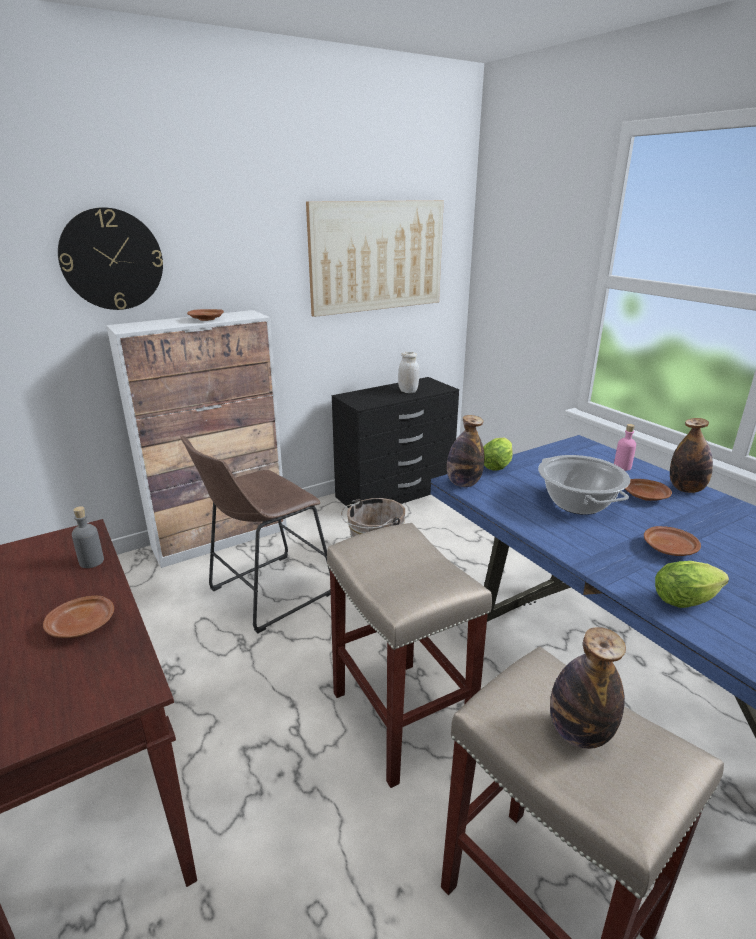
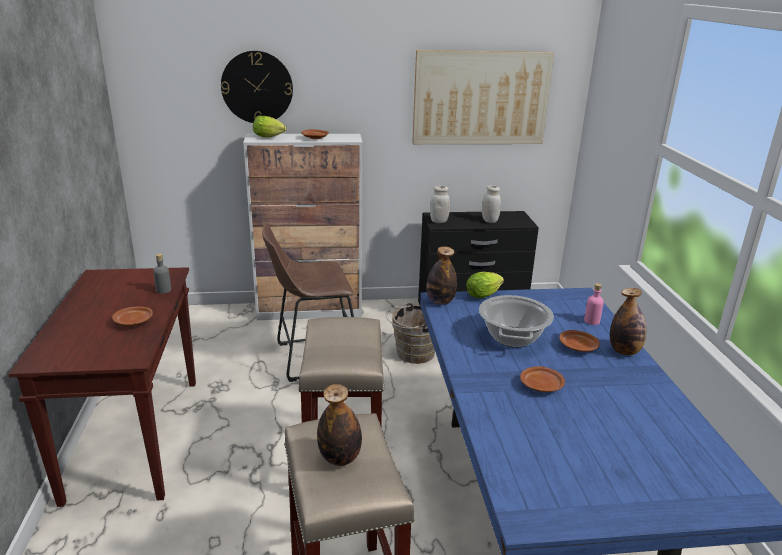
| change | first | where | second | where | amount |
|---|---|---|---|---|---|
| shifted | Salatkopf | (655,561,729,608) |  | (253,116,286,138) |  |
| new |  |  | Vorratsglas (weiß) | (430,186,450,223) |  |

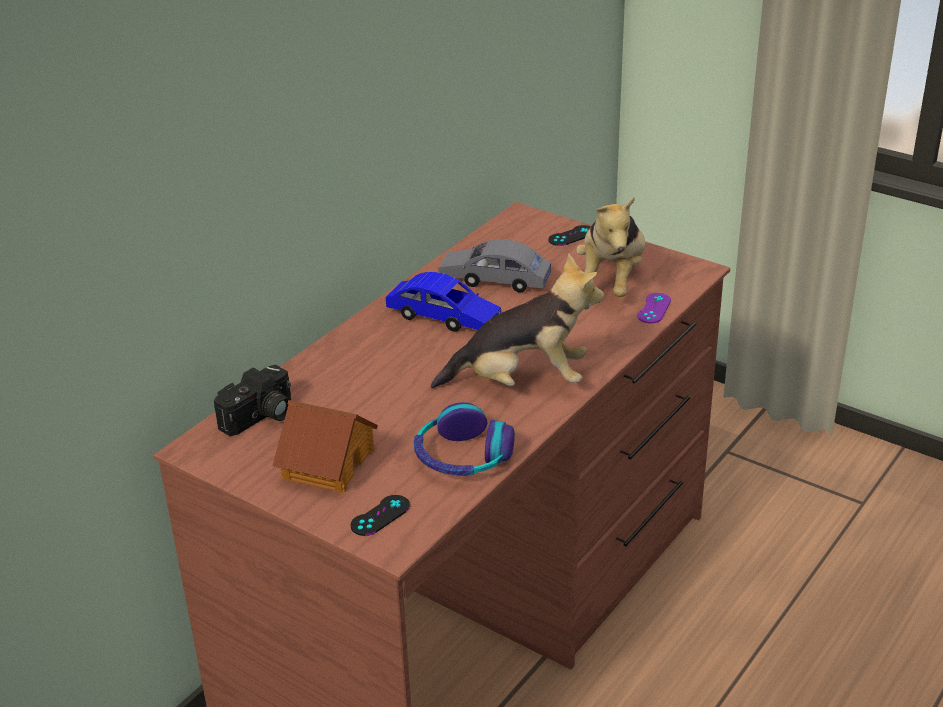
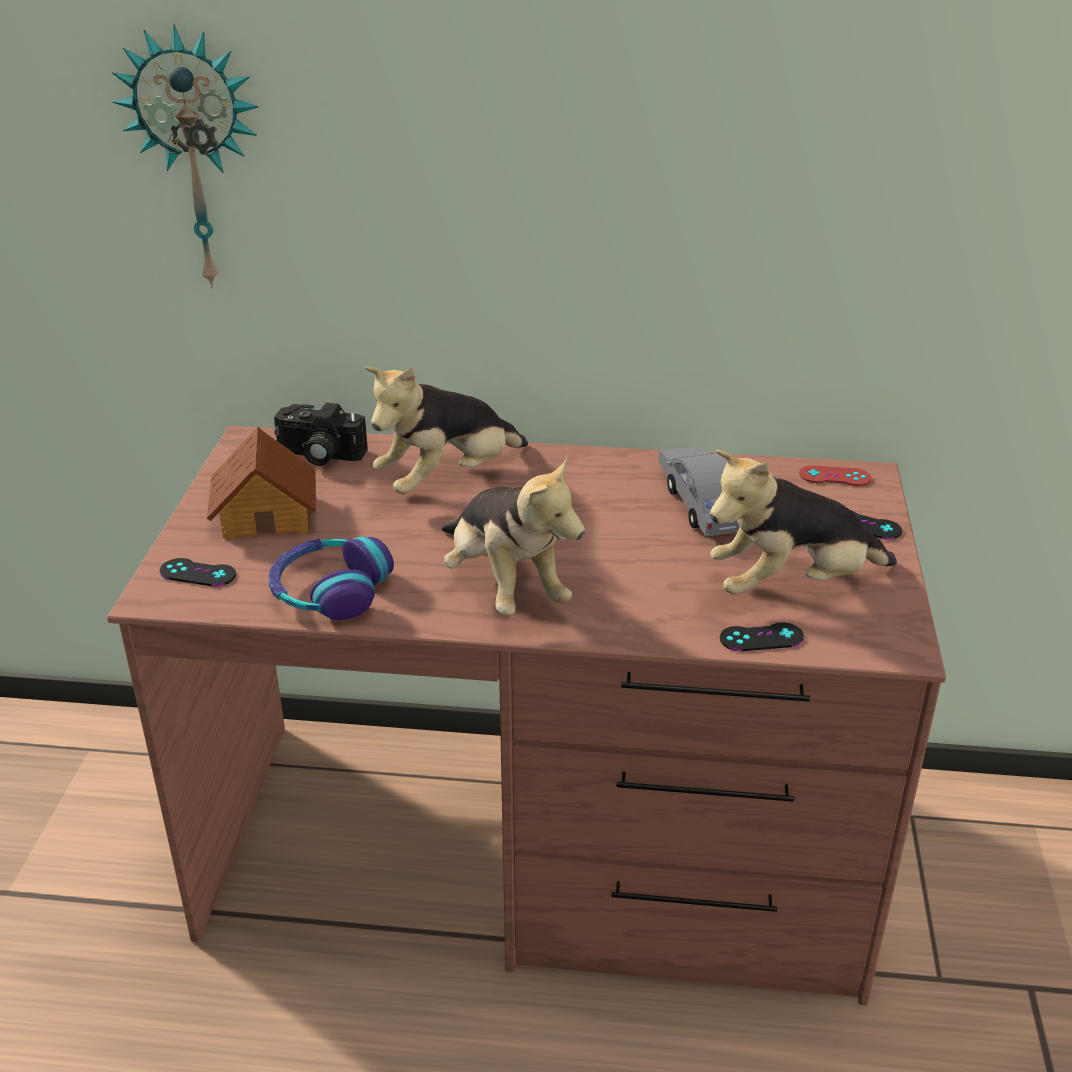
| change | first | where | second | where | amount |
|---|---|---|---|---|---|
| gone | Spielzeugauto (blau) | (386,272,501,332) |  |  |  |
| repainted | Gamepad (lila) | (637,293,671,324) | Gamepad (schwarz) | (720,622,804,651) |  |
| new |  |  | Wanduhr | (112,24,258,289) |  |
| new |  |  | Plüschtier | (364,367,528,494) |  |
| new |  |  | Gamepad (rot) | (799,465,871,486) |  |

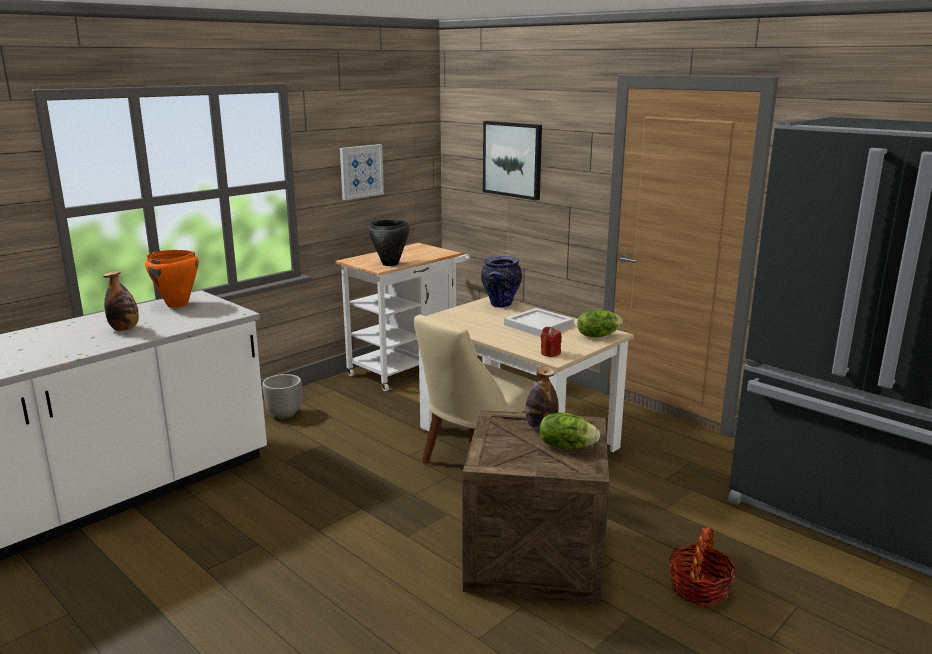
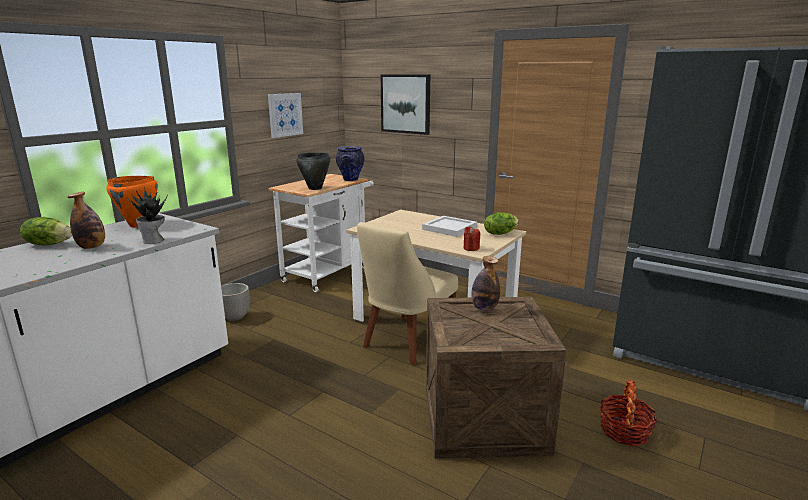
| change | first | where | second | where | amount |
|---|---|---|---|---|---|
| shifted | Vase | (481,256,522,308) |  | (336,146,364,181) |  |
| shifted | Salatkopf | (540,413,600,449) |  | (20,217,72,245) |  |
| new |  |  | Topfpflanze | (128,187,167,244) |  |

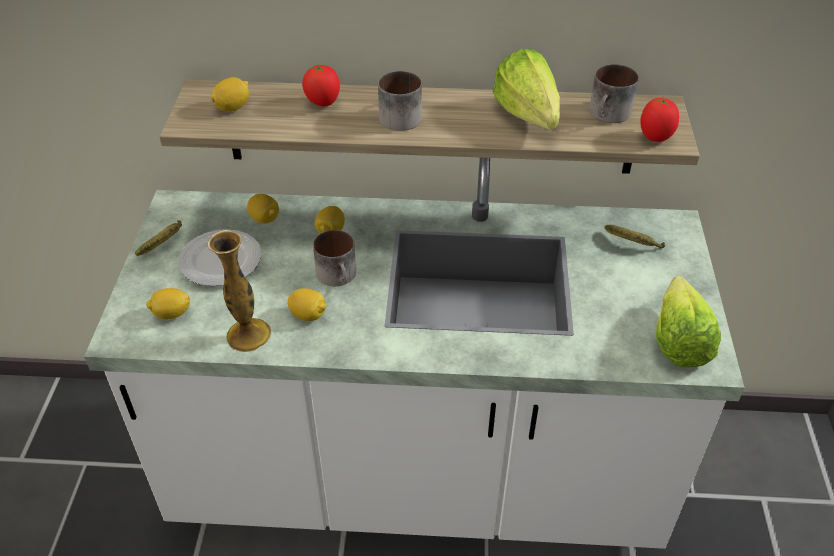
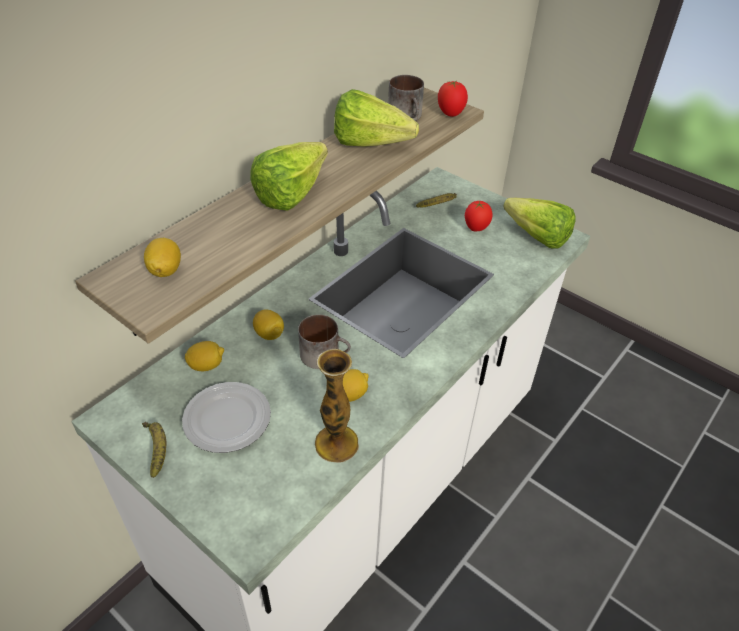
| change | first | where | second | where | amount |
|---|---|---|---|---|---|
| gone | Zitrone | (146,288,190,319) |  |  |  |
| shifted | Tomate | (302,65,340,106) |  | (465,201,492,231) |  |
| swapped | Henkelbecher | (378,71,422,131) | Salatkopf | (250,142,328,211) |  |

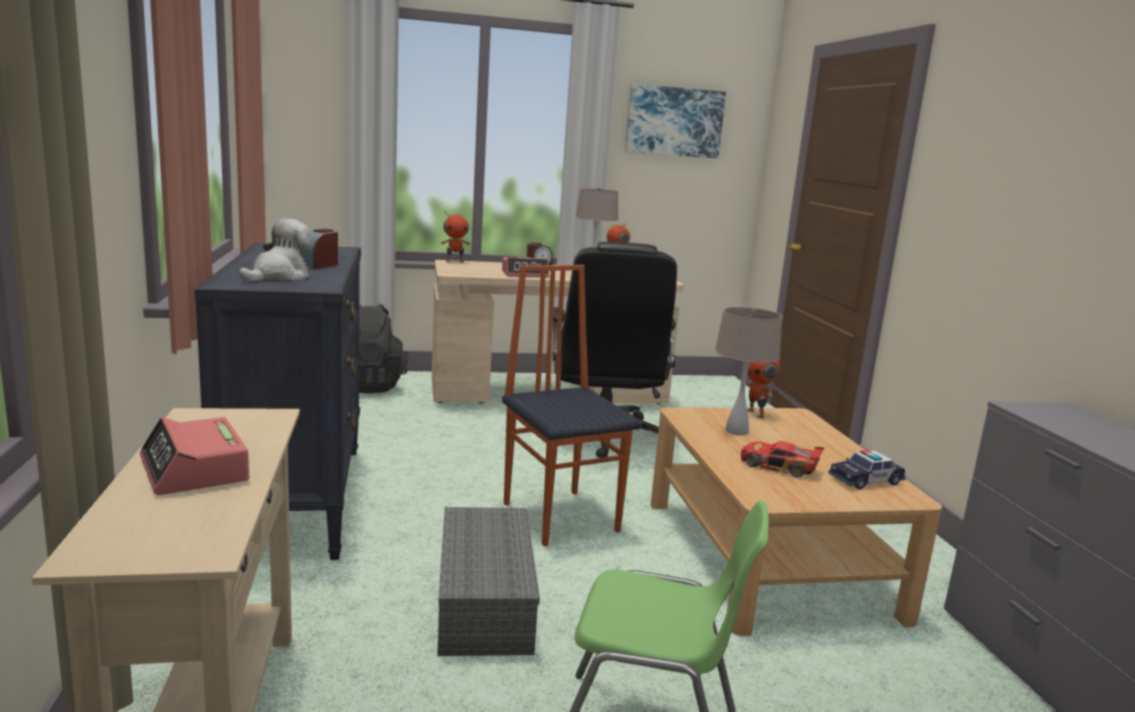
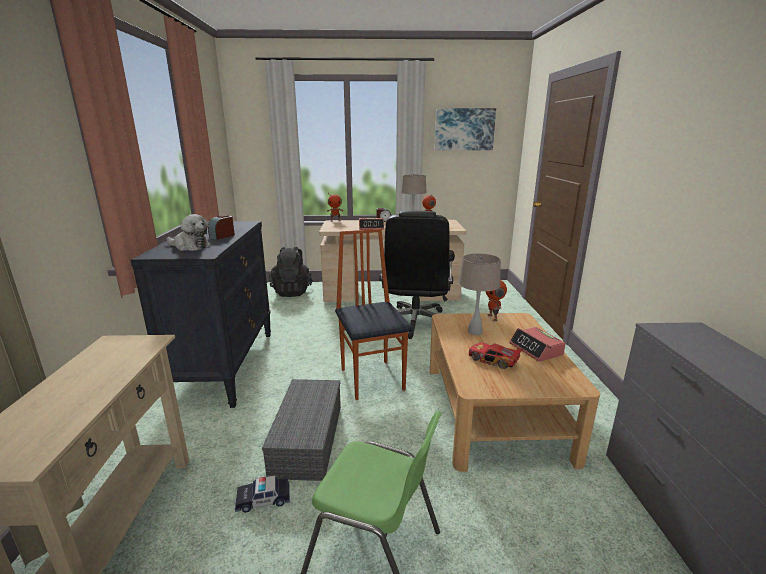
| change | first | where | second | where | amount |
|---|---|---|---|---|---|
| shifted | Wecker | (140,417,249,495) |  | (509,327,566,362) |  |
| rotated | Plüschtier | (239,219,311,281) |  | (166,214,210,251) | 75 degrees clockwise |
| shifted | Spielzeugauto | (828,450,906,489) |  | (235,475,290,513) |  |

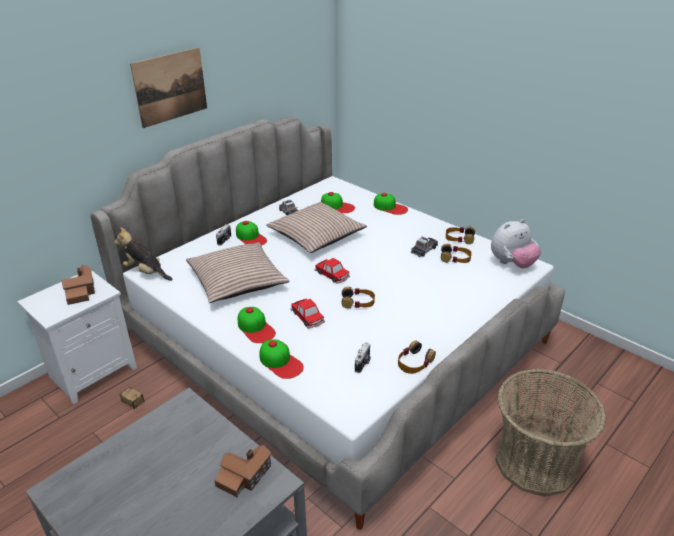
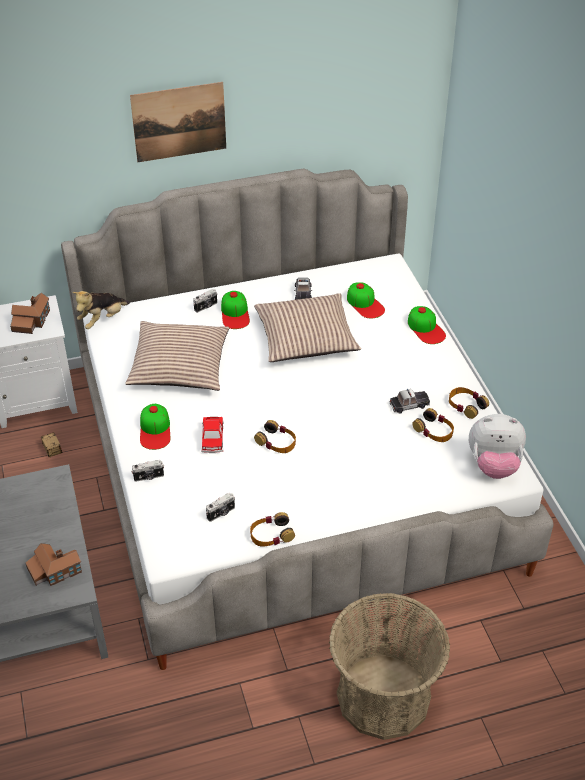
| change | first | where | second | where | amount |
|---|---|---|---|---|---|
| rotated | Plüschtier | (114,227,172,281) |  | (72,291,130,329) | 105 degrees counterclockwise |
| swapped | Kappe | (260,339,304,379) | Kamera | (131,460,164,482) |  |
| gone | Spielzeugauto | (315,258,350,284) |  |  |  |

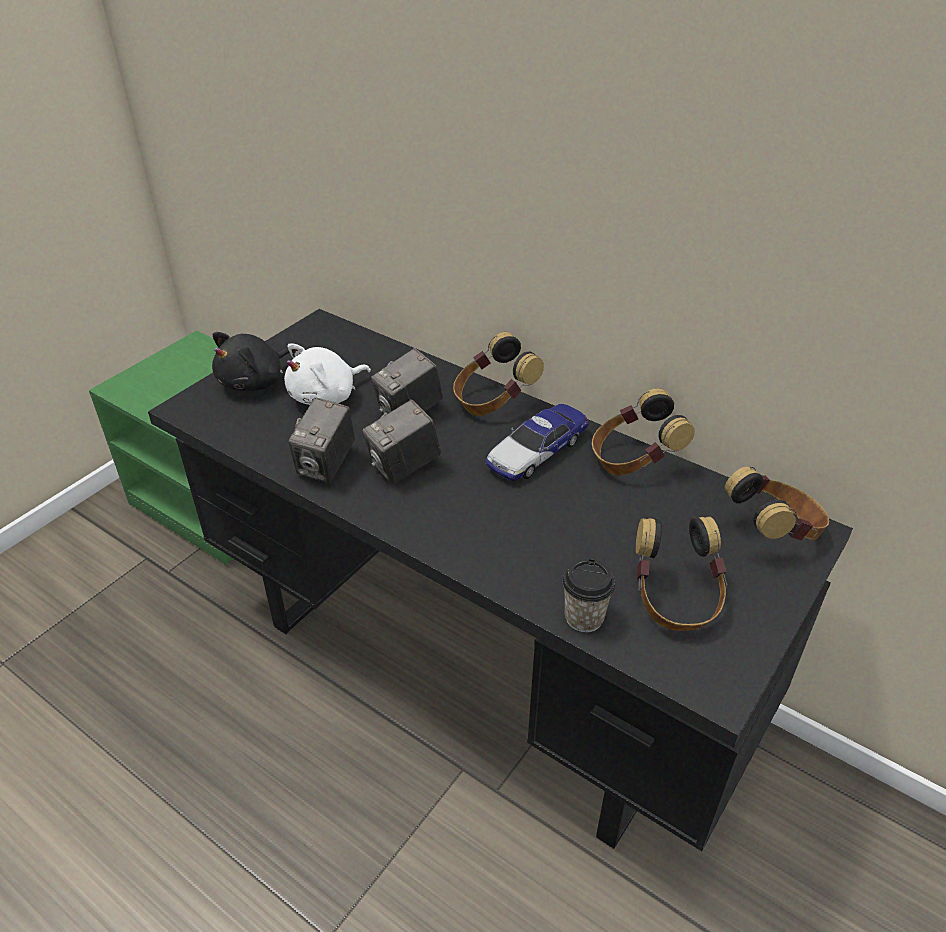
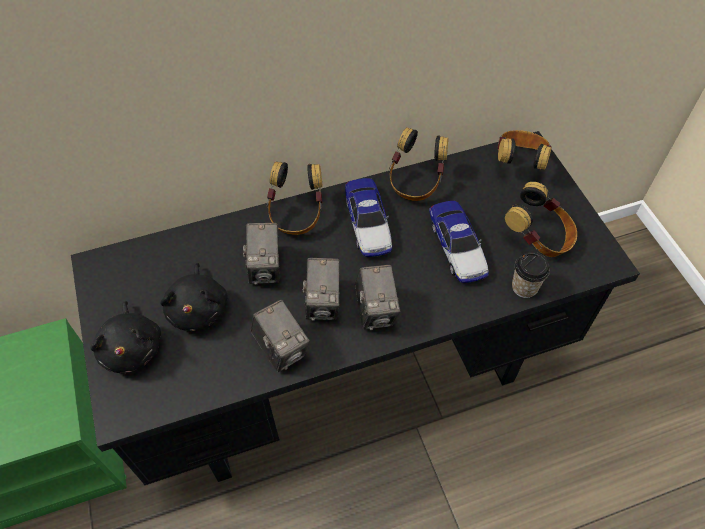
| change | first | where | second | where | amount |
|---|---|---|---|---|---|
| repainted | Plüschtier (weiß) | (284,343,371,405) | Plüschtier (schwarz) | (161,263,228,332) |  |
| new |  |  | Kamera | (355,265,400,330) |  |
| new |  |  | Spielzeugauto | (429,201,489,283) |  |

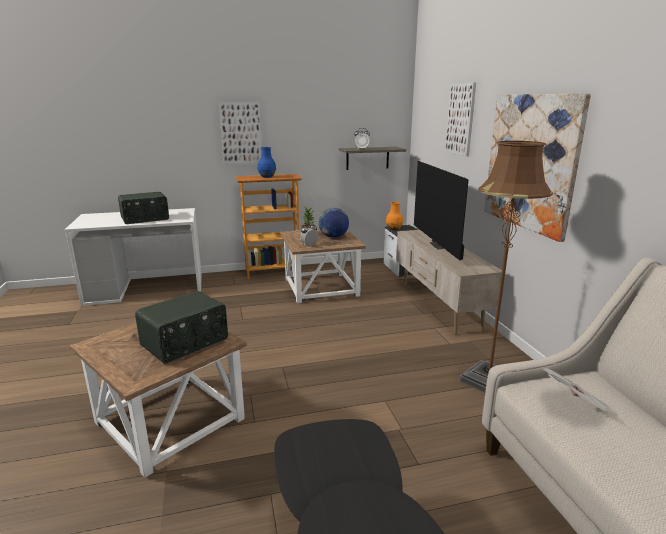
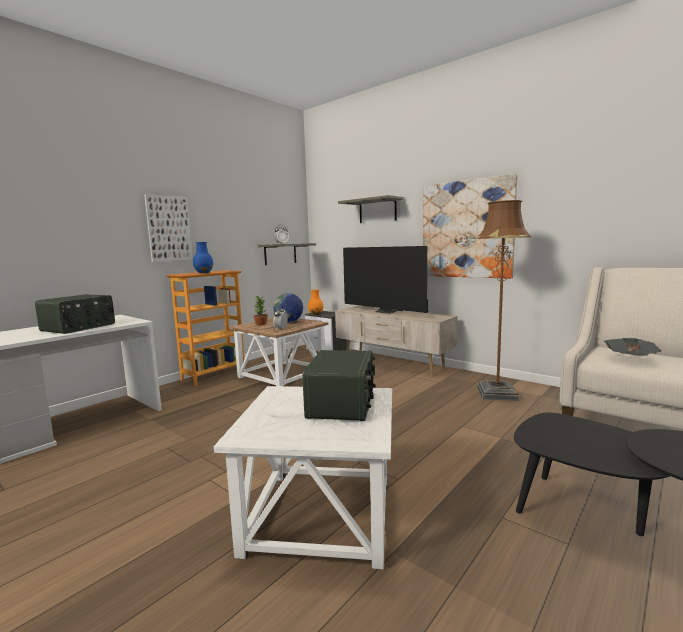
| change | first | where | second | where | amount |
|---|---|---|---|---|---|
| repainted | Beistelltisch (braun) | (70,323,247,478) | Beistelltisch (weiß) | (214,386,392,570) |  |
| swapped | Bild | (445,83,476,157) | Wandregal | (338,195,404,223) |  |

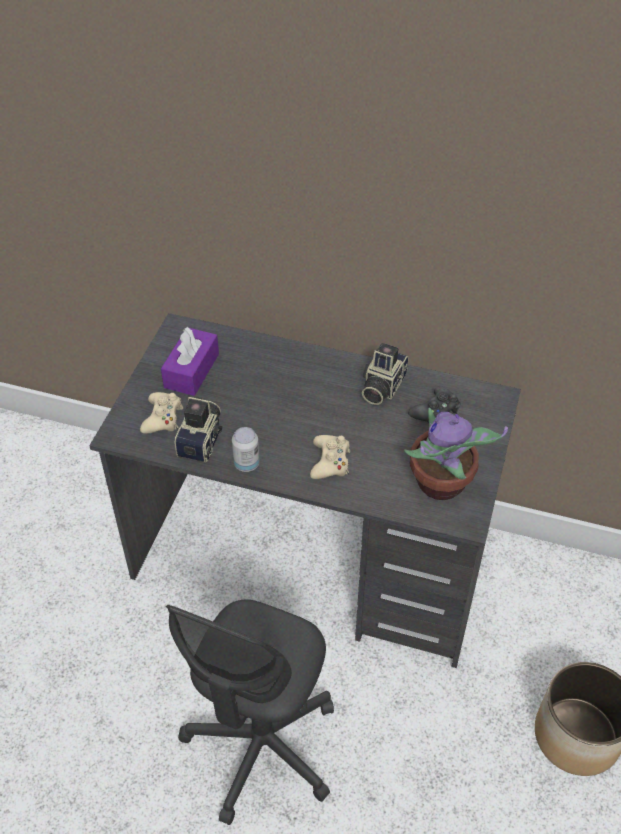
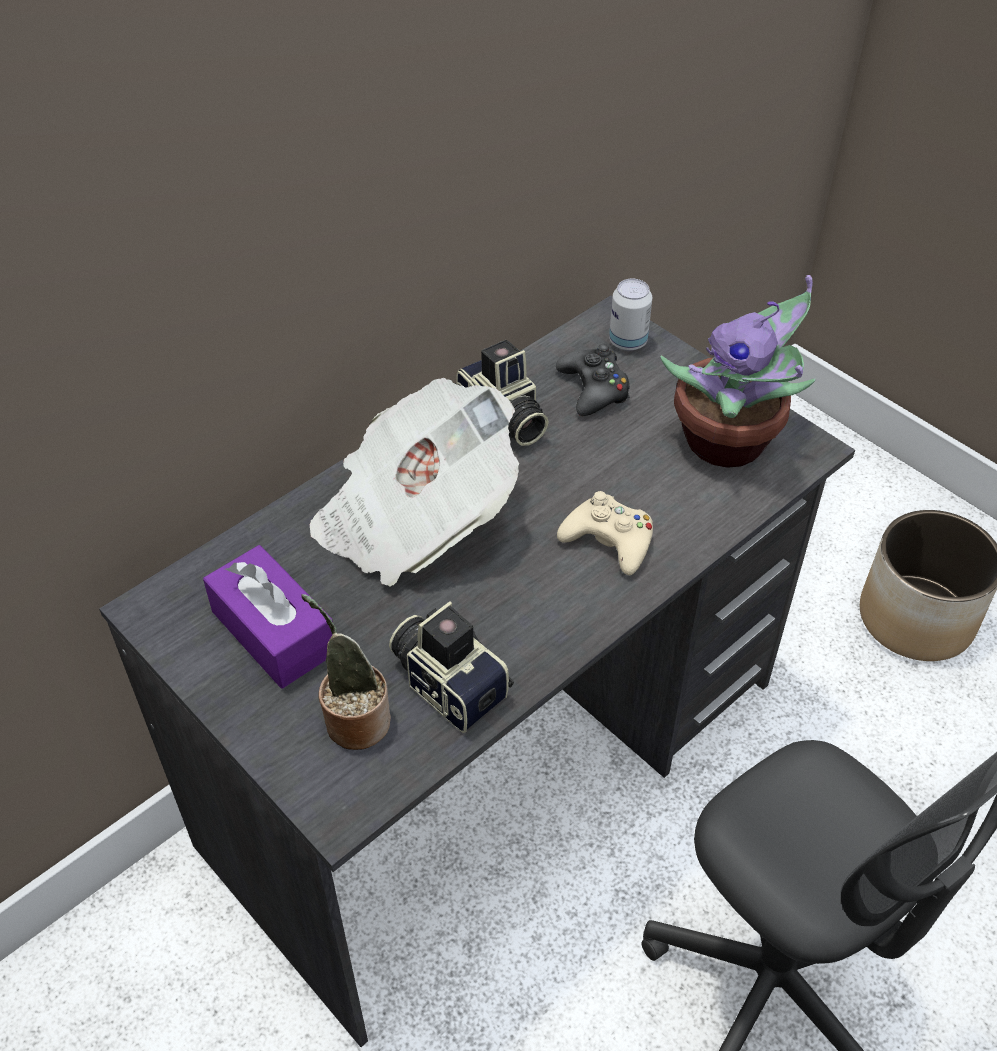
| change | first | where | second | where | amount |
|---|---|---|---|---|---|
| swapped | Gamepad (beige) | (140,392,183,434) | Topfpflanze | (301,594,391,750) |  |
| shifted | Dose | (232,427,260,472) |  | (609,279,652,351) |  |
| new |  |  | Zeitung | (310,378,519,587) |  |

